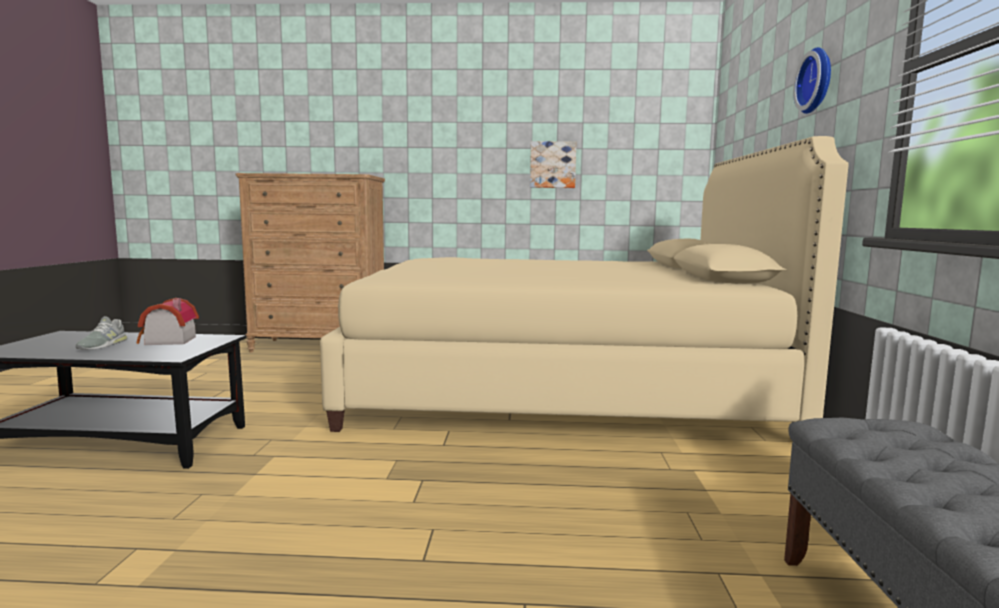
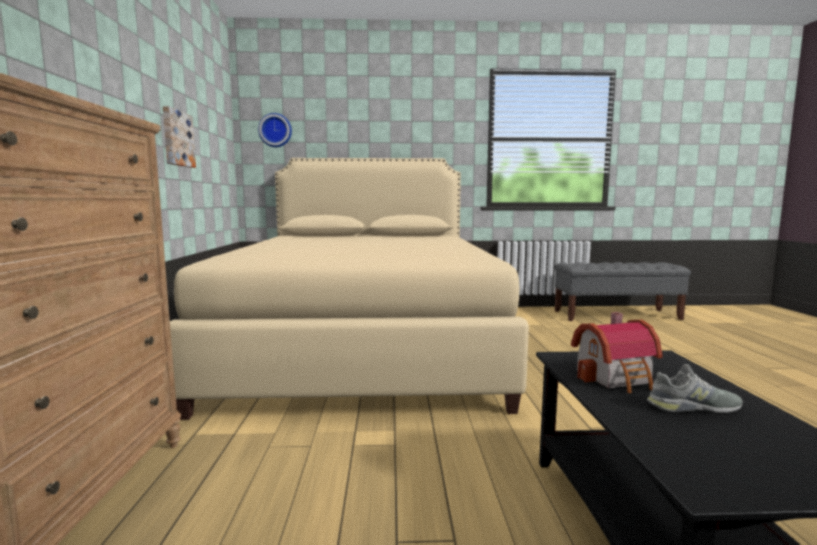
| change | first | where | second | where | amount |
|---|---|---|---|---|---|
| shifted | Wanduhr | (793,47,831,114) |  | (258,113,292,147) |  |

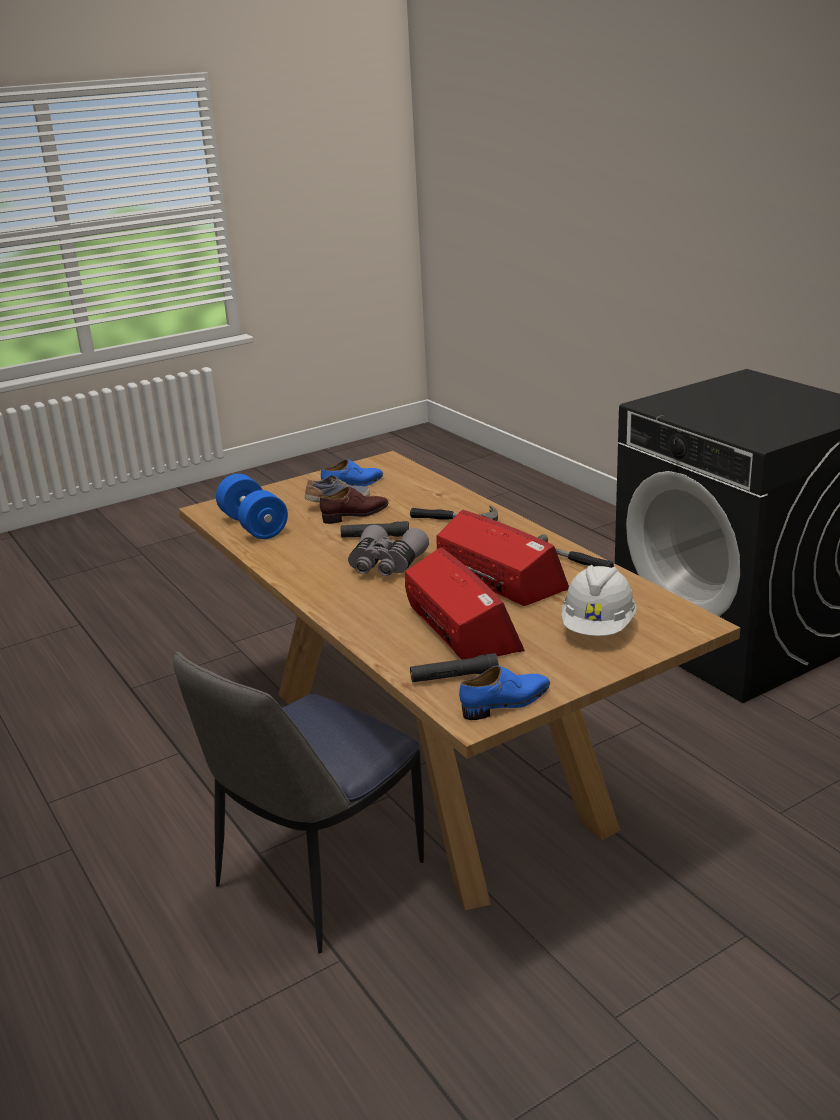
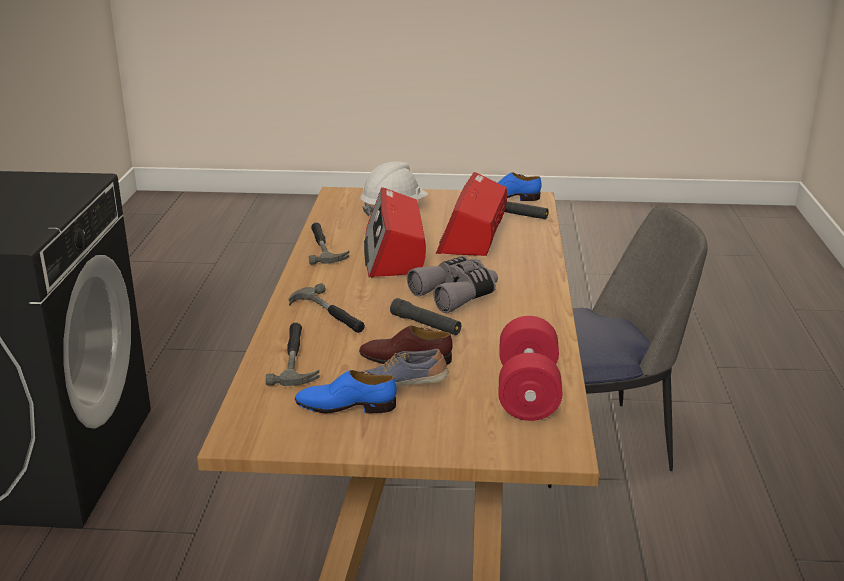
| change | first | where | second | where | amount |
|---|---|---|---|---|---|
| repainted | Hantel (blau) | (216,474,288,539) | Hantel (rot) | (498,316,562,421) |  |
| new |  |  | Hammer | (266,323,320,386) |  |

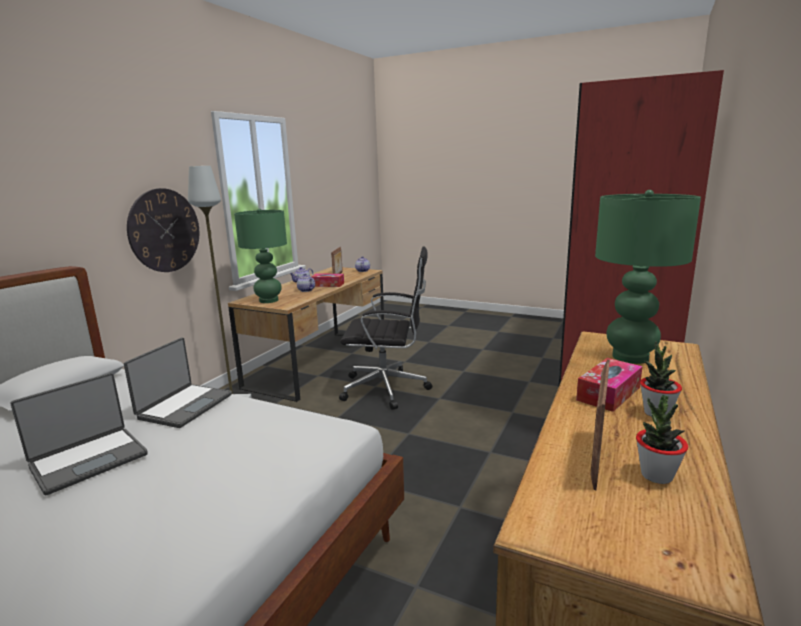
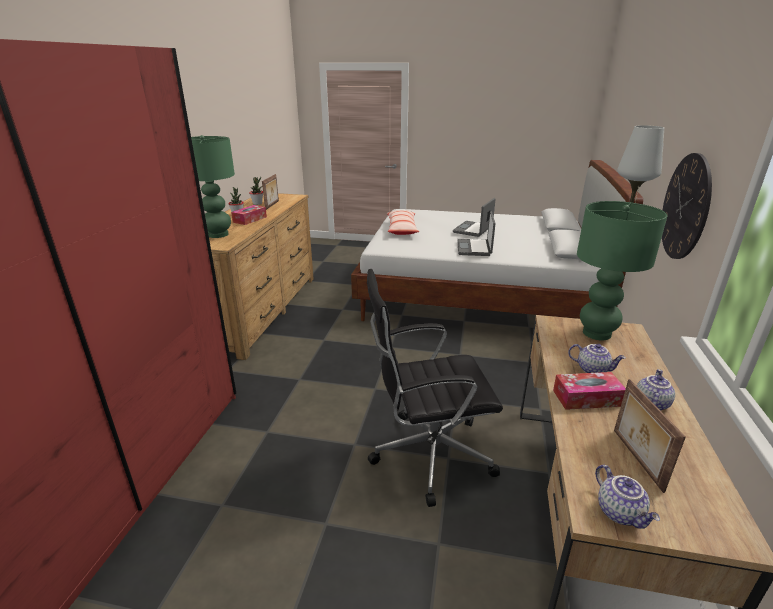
| change | first | where | second | where | amount |
|---|---|---|---|---|---|
| new |  |  | Kissen | (387,210,419,235) |  |

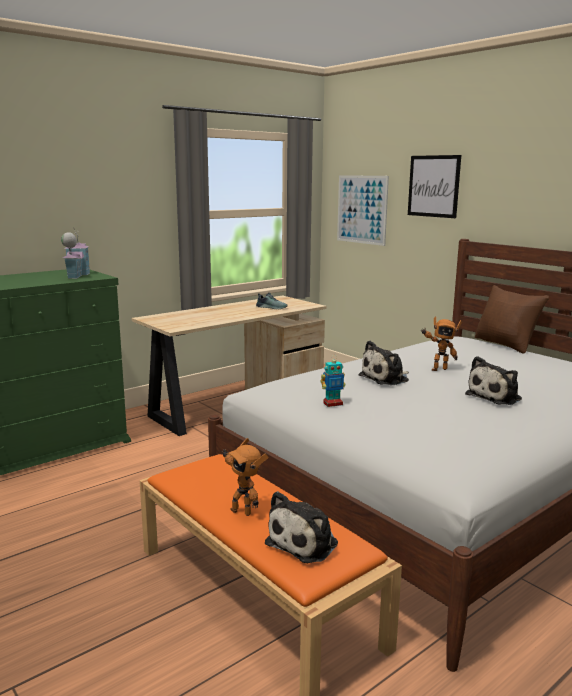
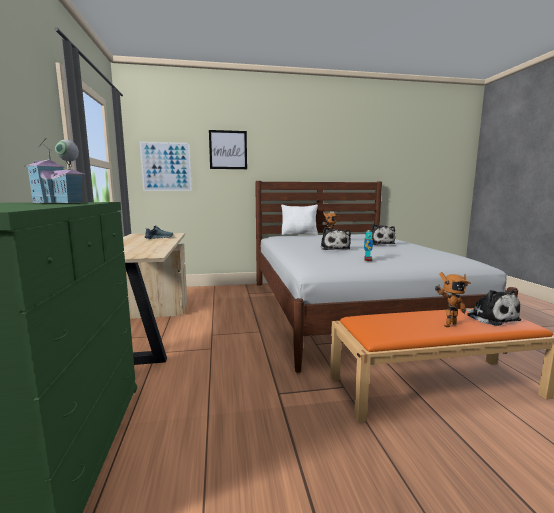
| change | first | where | second | where | amount |
|---|---|---|---|---|---|
| repainted | Kissen (braun) | (475,285,549,354) | Kissen (weiß) | (281,205,318,235) |  |

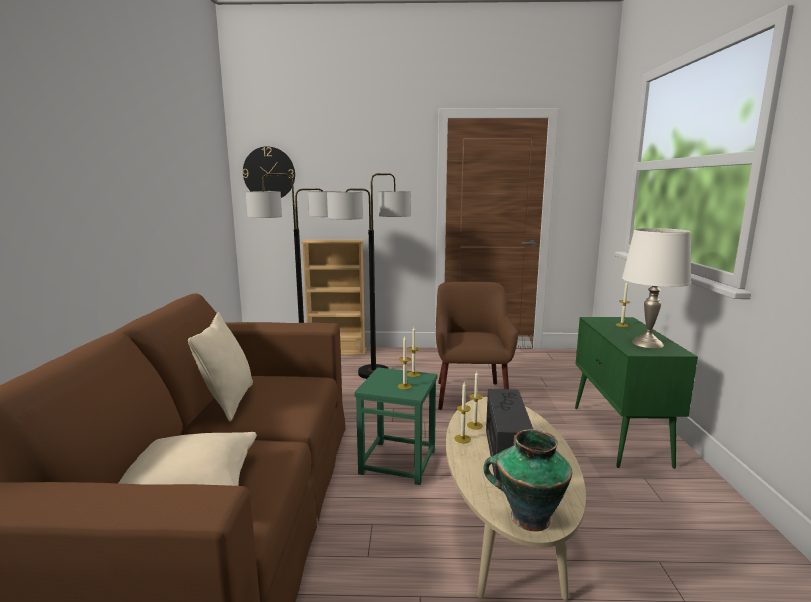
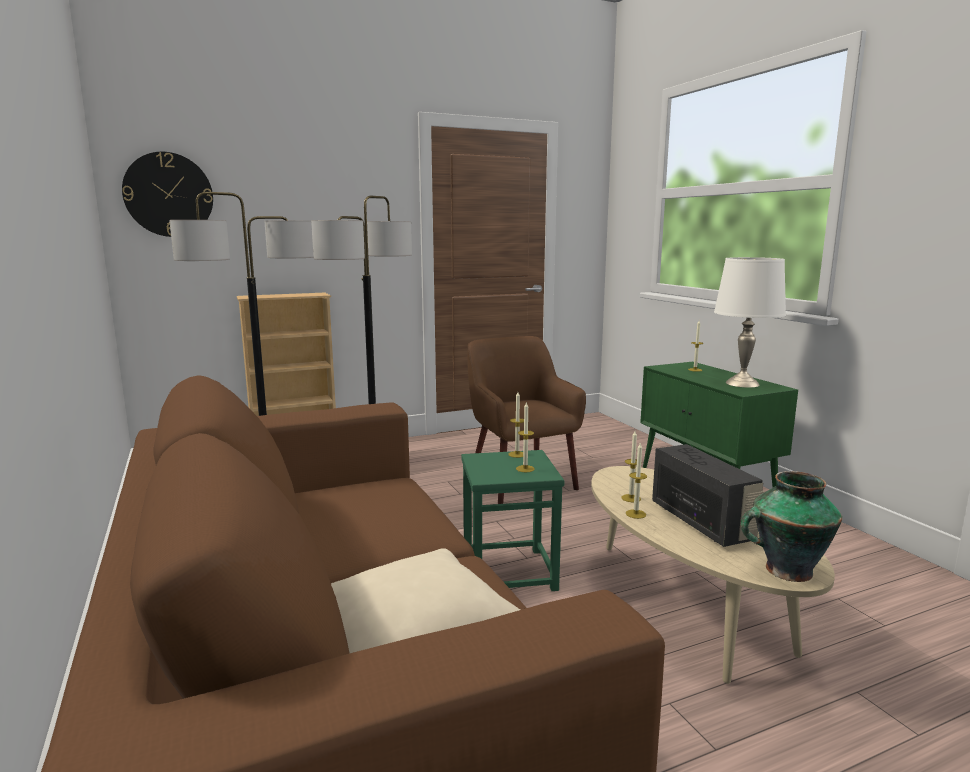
| change | first | where | second | where | amount |
|---|---|---|---|---|---|
| gone | Kissen (beige) | (188,312,253,422) |  |  |  |

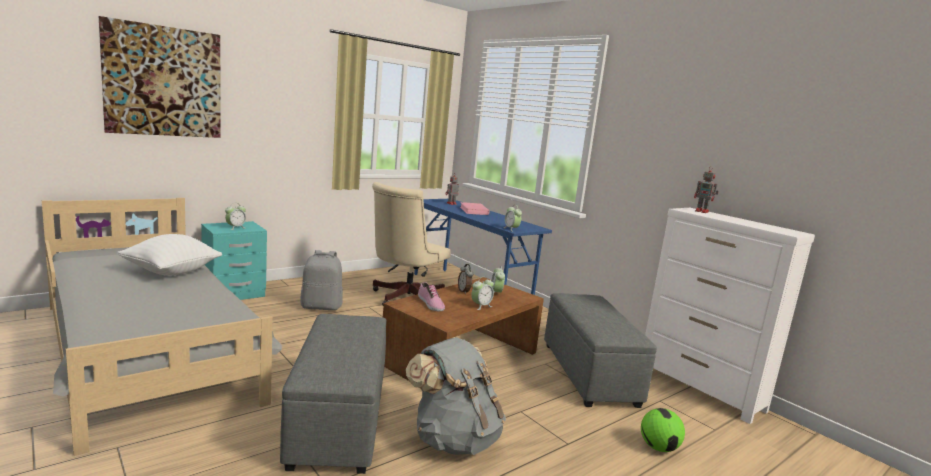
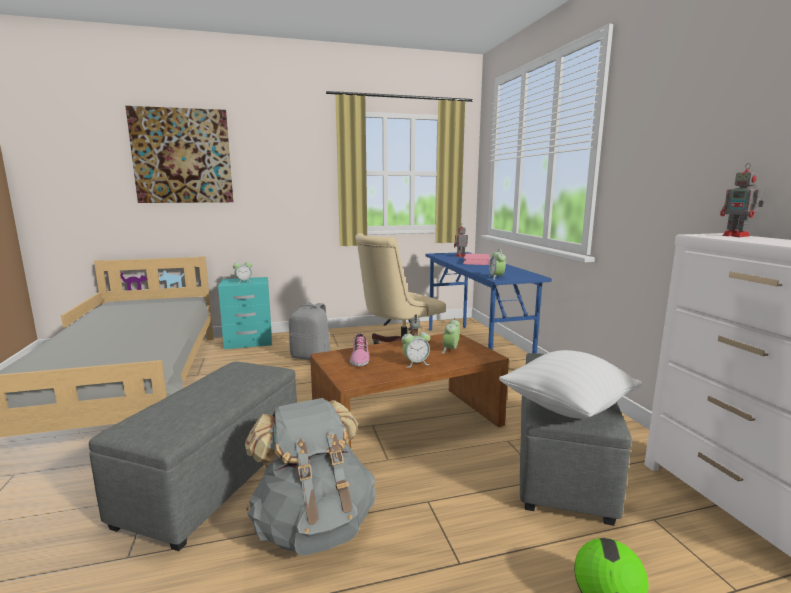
| change | first | where | second | where | amount |
|---|---|---|---|---|---|
| shifted | Kissen (weiß) | (117,234,222,276) |  | (499,350,642,418) |  |

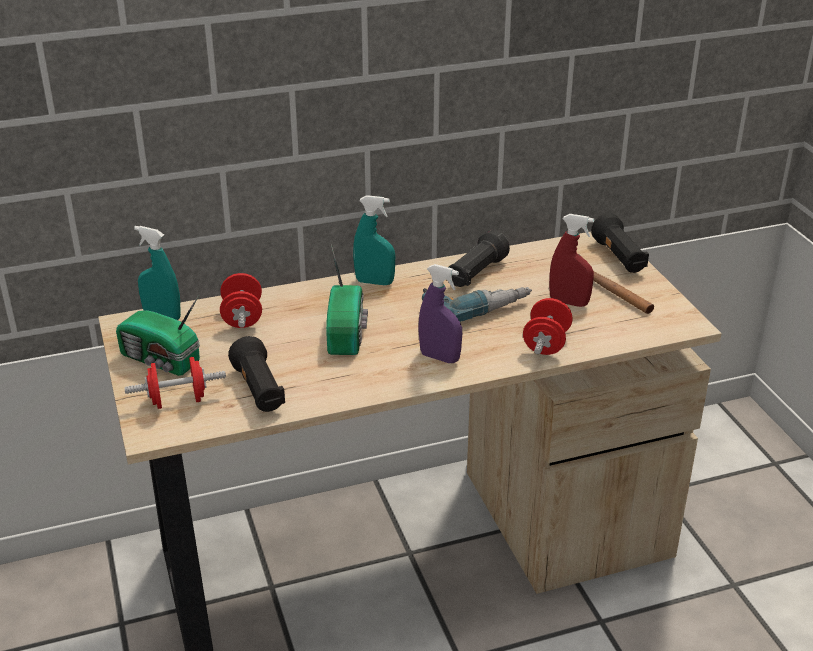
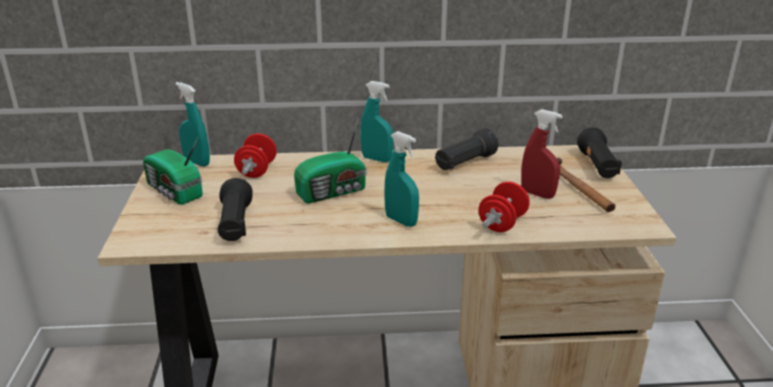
| change | first | where | second | where | amount |
|---|---|---|---|---|---|
| gone | Hantel (rot) | (124,357,226,409) |  |  |  |
| rotated | Radio | (326,244,368,355) |  | (294,118,367,204) | 45 degrees clockwise |
| repainted | Sprühflasche (lila) | (418,264,462,363) | Sprühflasche (türkis) | (384,131,419,227) |  |
| gone | Bohrmaschine | (422,287,532,322) |  |  |  |

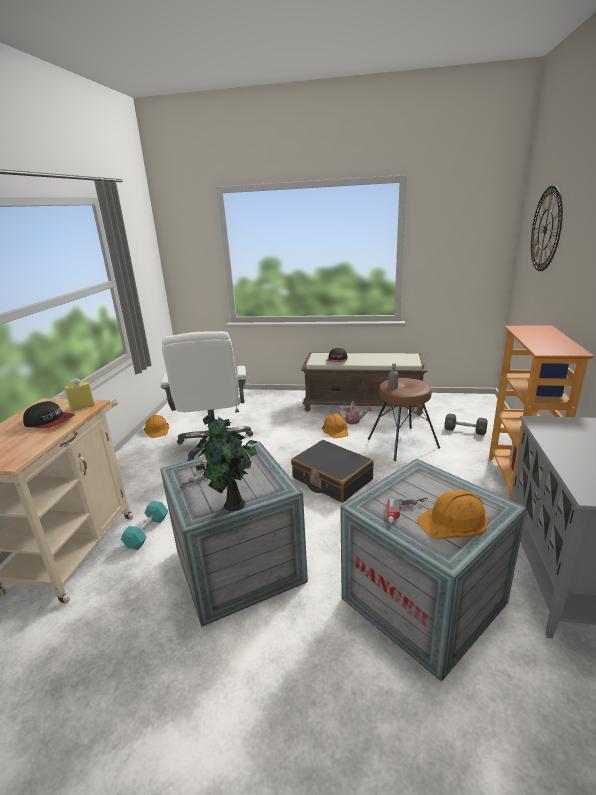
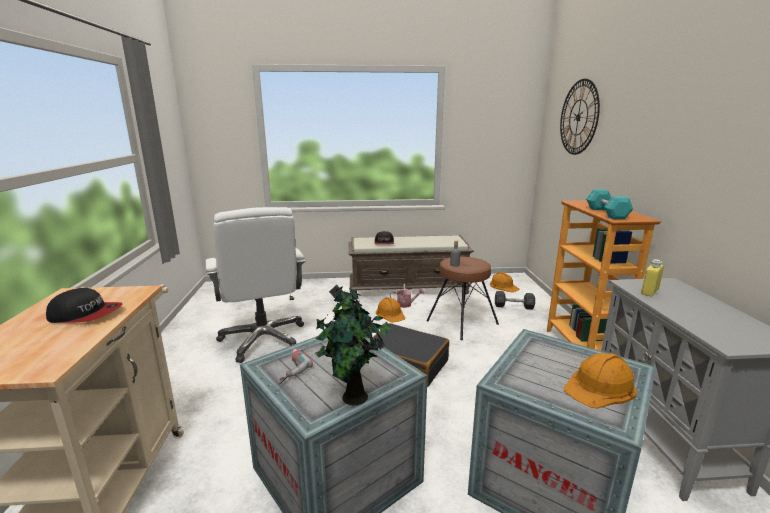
| change | first | where | second | where | amount |
|---|---|---|---|---|---|
| shifted | Flasche (gelb) | (64,379,95,412) |  | (641,259,664,297) |  |
| shifted | Hantel (türkis) | (121,501,168,550) |  | (586,189,633,219) |  |
| shifted | Schutzhelm (orange) | (144,415,169,438) |  | (490,272,519,292) |  |
| gone | Bohrmaschine | (387,498,428,524) |  |  |  |

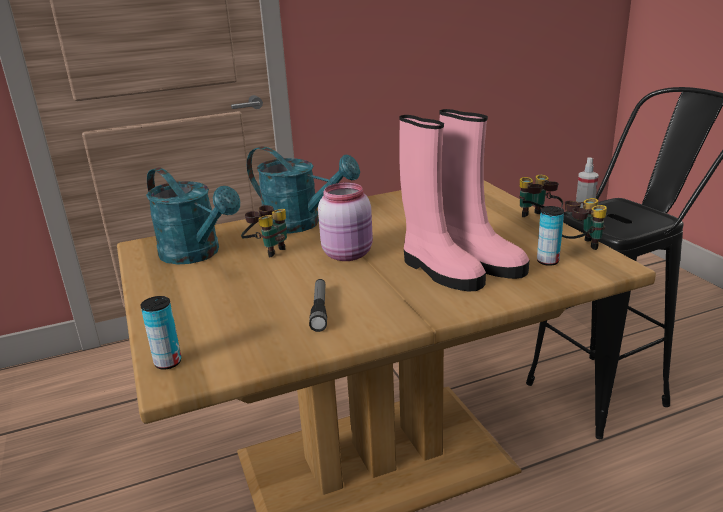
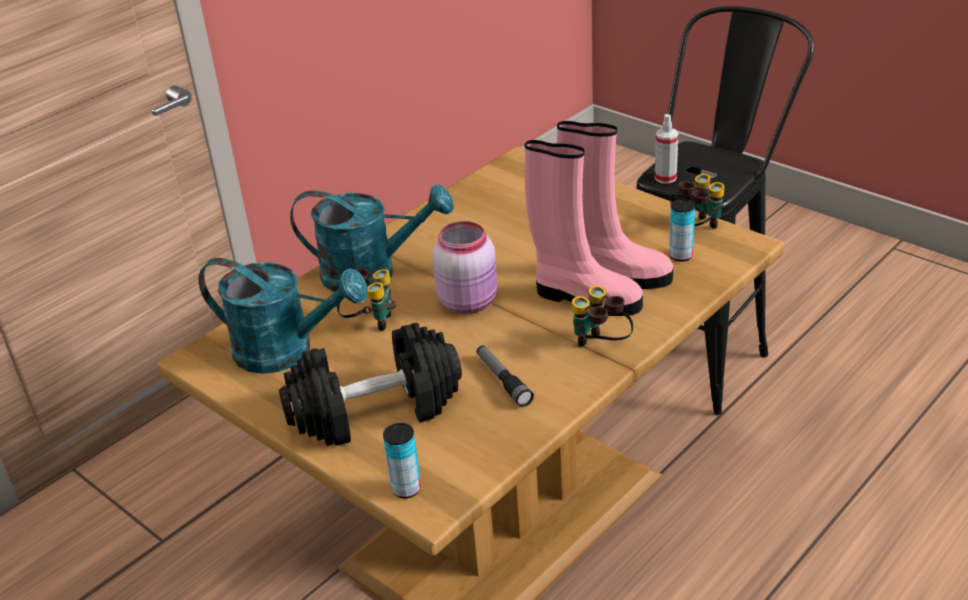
| change | first | where | second | where | amount |
|---|---|---|---|---|---|
| shifted | Fernglas | (519,175,563,217) |  | (572,286,633,347) |  |
| new |  |  | Hantel (schwarz) | (279,323,462,446) |  |

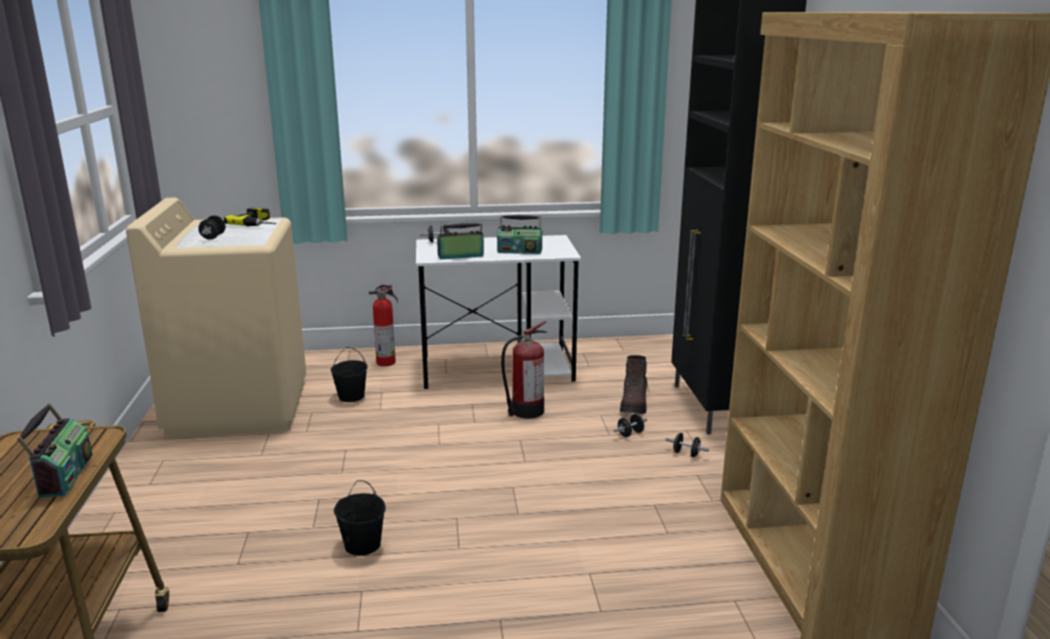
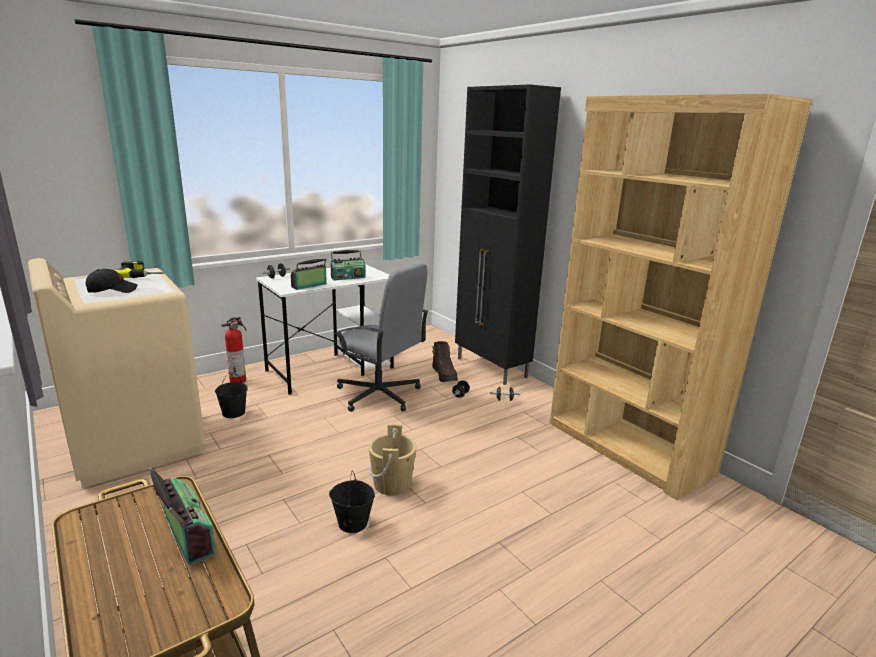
| change | first | where | second | where | amount |
|---|---|---|---|---|---|
| swapped | Hantel (schwarz) | (198,215,226,240) | Kappe (schwarz) | (85,269,138,293) |  |
| swapped | Feuerlöscher | (501,321,547,419) | Bürostuhl (grau) | (335,263,429,412) |  |
| new |  |  | Eimer (beige) | (368,424,417,495) |  |

